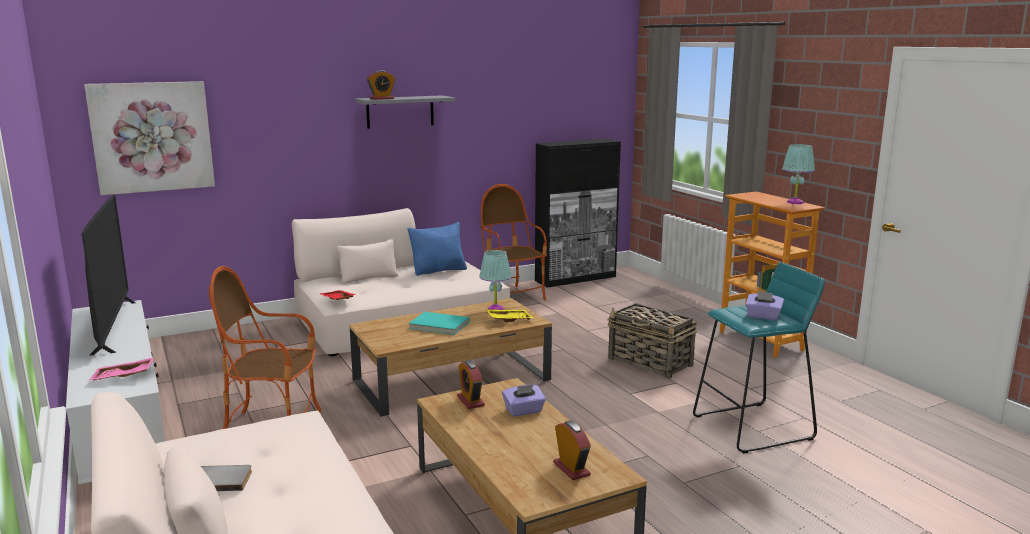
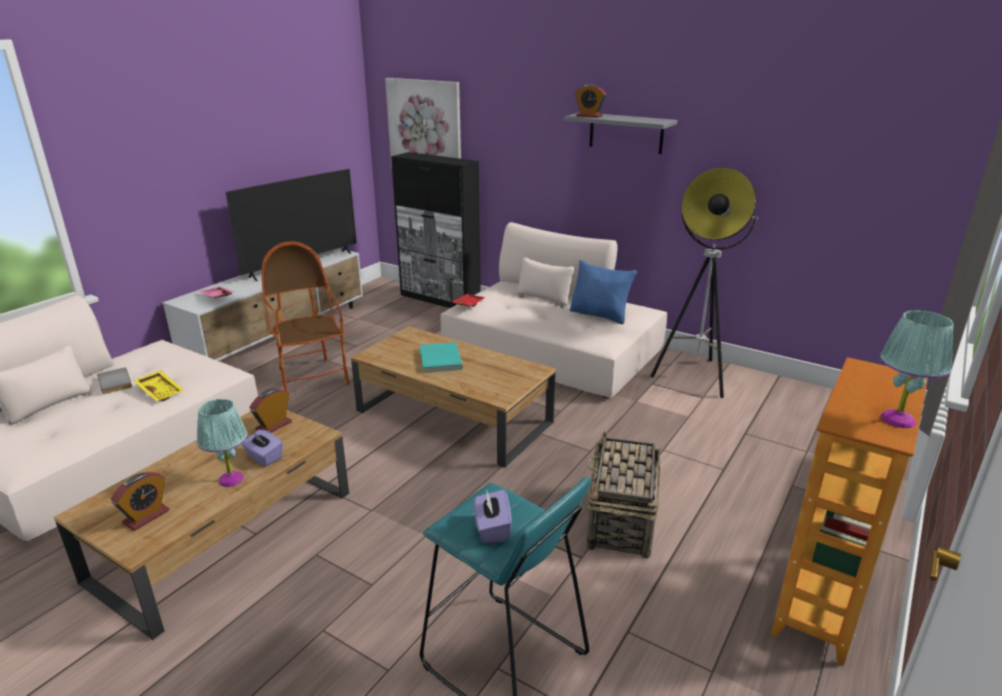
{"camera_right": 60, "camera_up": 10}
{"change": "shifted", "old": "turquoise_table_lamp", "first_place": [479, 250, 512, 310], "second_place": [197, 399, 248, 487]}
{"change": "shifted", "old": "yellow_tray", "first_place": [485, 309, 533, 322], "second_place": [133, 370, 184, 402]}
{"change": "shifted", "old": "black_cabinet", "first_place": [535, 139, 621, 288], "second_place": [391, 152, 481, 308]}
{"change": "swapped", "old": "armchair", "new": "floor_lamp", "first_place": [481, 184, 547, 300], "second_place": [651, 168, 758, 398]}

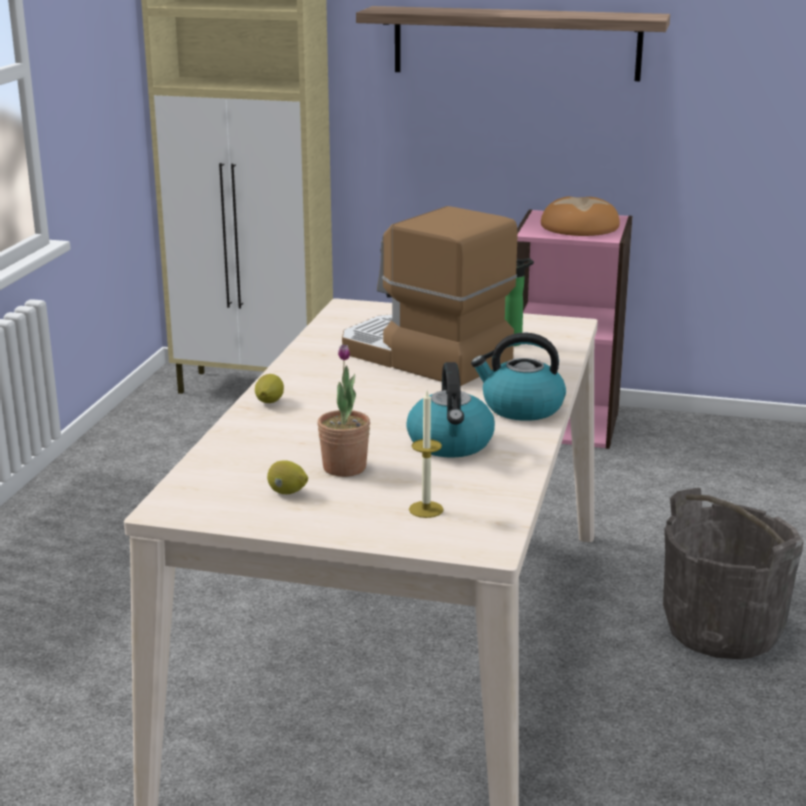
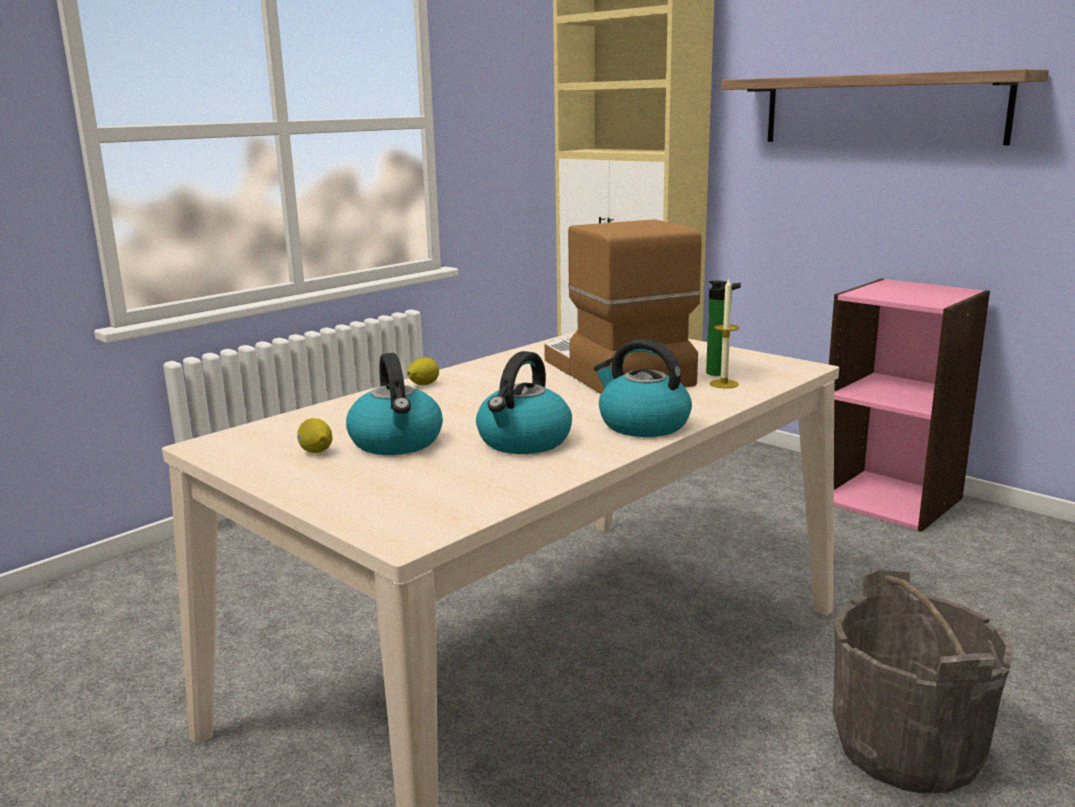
{"camera_right": 30, "camera_up": -5}
{"change": "gone", "old": "bread", "first_place": [541, 196, 620, 236]}
{"change": "shifted", "old": "candle", "first_place": [409, 391, 444, 518], "second_place": [709, 277, 739, 388]}
{"change": "swapped", "old": "potted_plant", "new": "kettle", "first_place": [317, 344, 370, 477], "second_place": [346, 353, 443, 455]}

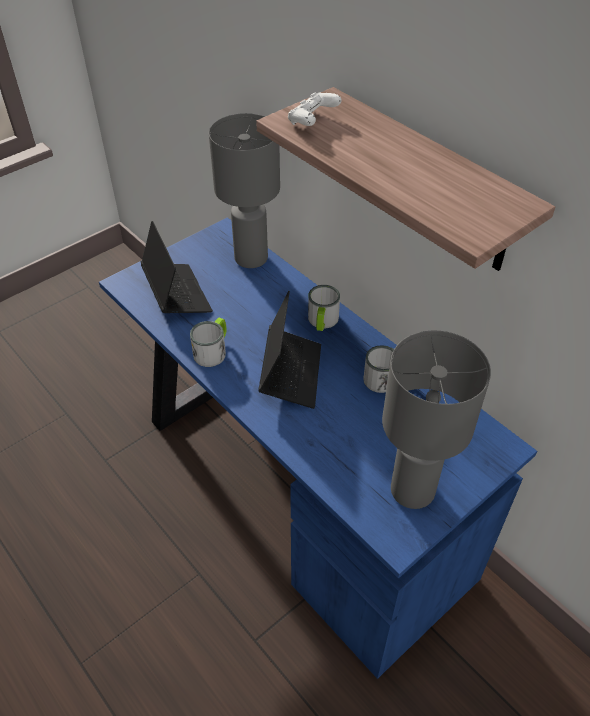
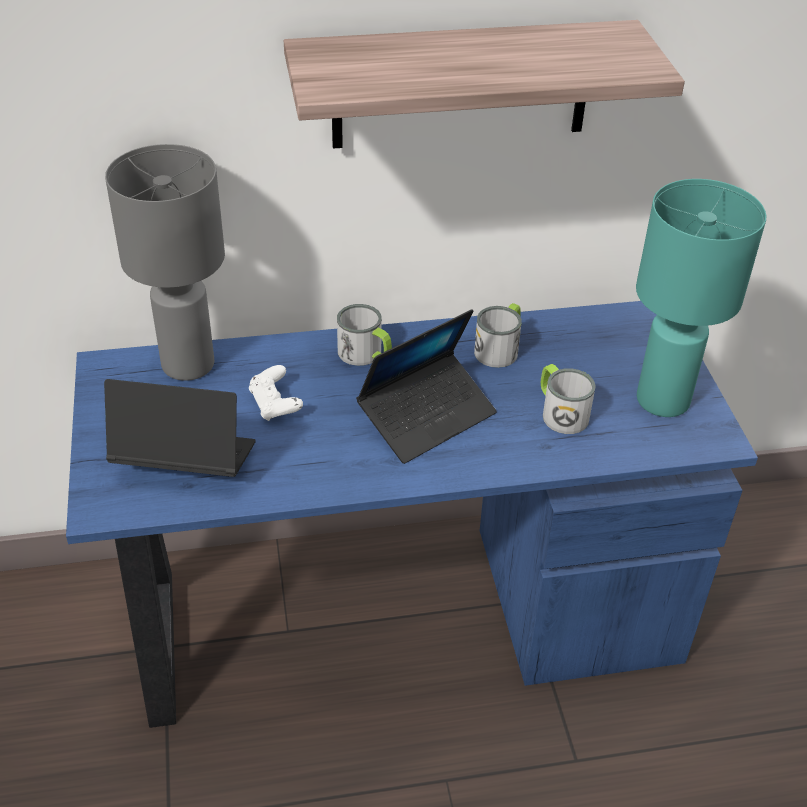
{"camera_right": -60, "camera_up": -5}
{"change": "shifted", "old": "mug", "first_place": [190, 318, 227, 367], "second_place": [541, 364, 596, 434]}
{"change": "shifted", "old": "white_game_controller", "first_place": [288, 92, 342, 126], "second_place": [249, 365, 303, 421]}
{"change": "repainted", "old": "grey_table_lamp", "new": "turquoise_table_lamp", "first_place": [382, 330, 491, 509], "second_place": [636, 179, 767, 417]}
{"change": "rotated", "old": "laptop", "first_place": [258, 291, 321, 409], "second_place": [356, 309, 497, 464], "degrees": 105}

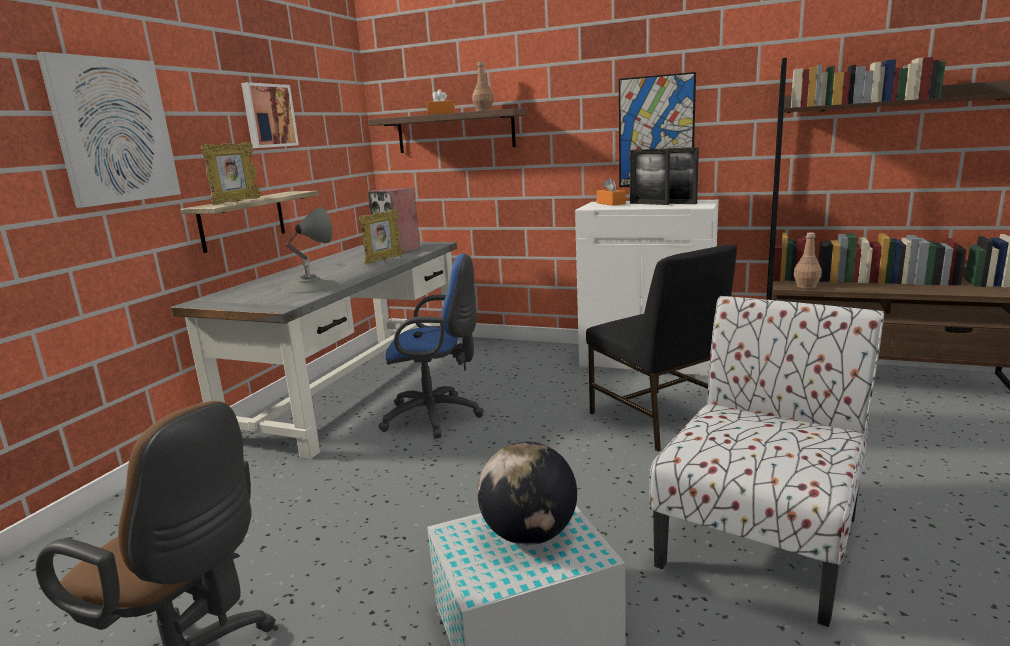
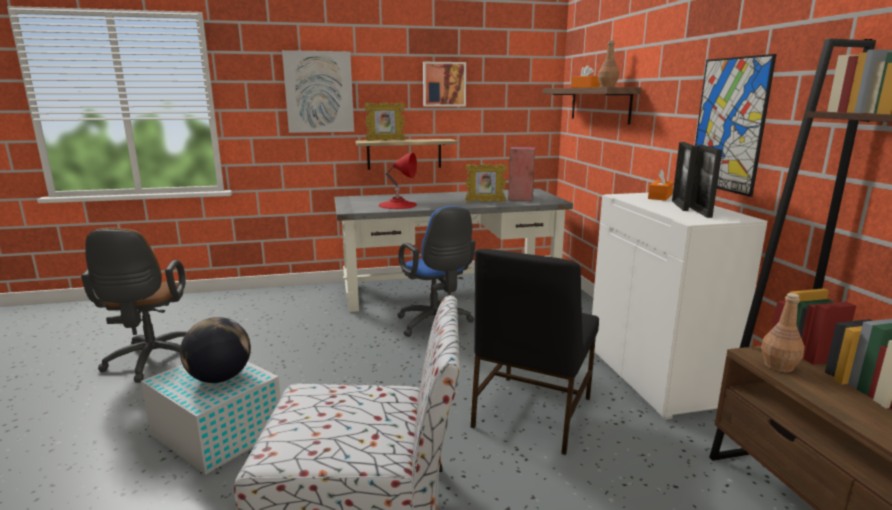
{"camera_right": 55, "camera_up": 0}
{"change": "repainted", "old": "grey_table_lamp", "new": "red_table_lamp", "first_place": [281, 207, 338, 294], "second_place": [378, 153, 417, 209]}

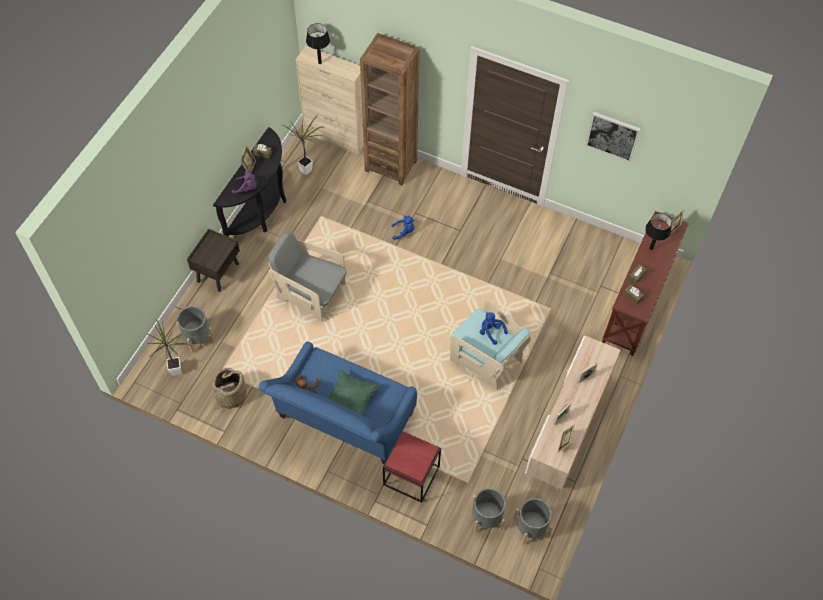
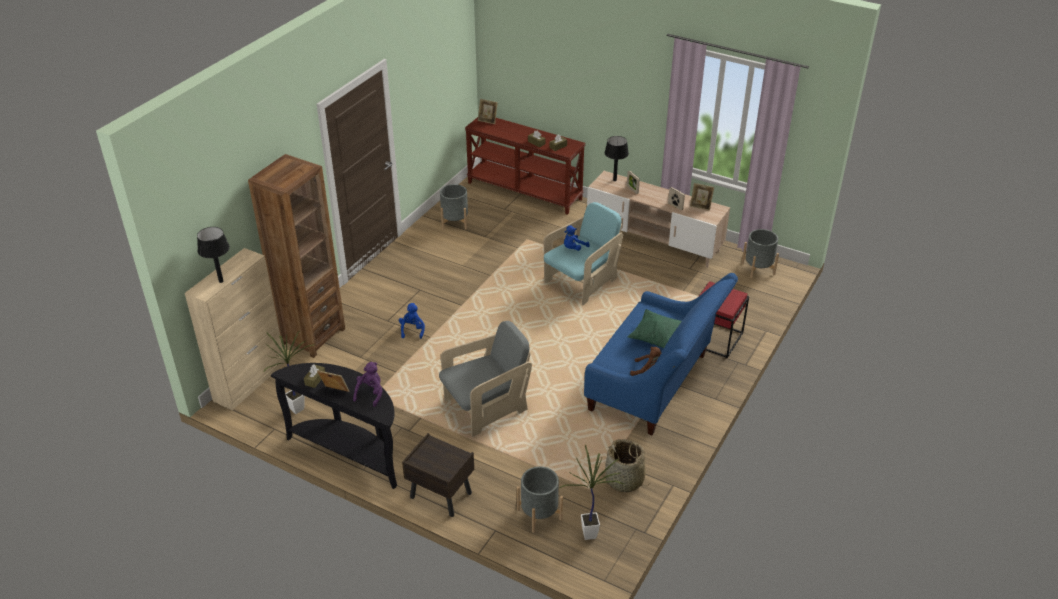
{"camera_right": -85, "camera_up": -20}
{"change": "gone", "old": "picture", "first_place": [585, 112, 641, 162]}
{"change": "shifted", "old": "grey_planter", "first_place": [471, 488, 506, 532], "second_place": [440, 184, 468, 230]}
{"change": "shifted", "old": "black_table_lamp", "first_place": [645, 213, 671, 250], "second_place": [604, 136, 629, 181]}
{"change": "rotated", "old": "grey_armchair", "first_place": [269, 232, 346, 322], "second_place": [439, 321, 532, 437], "degrees": -150}

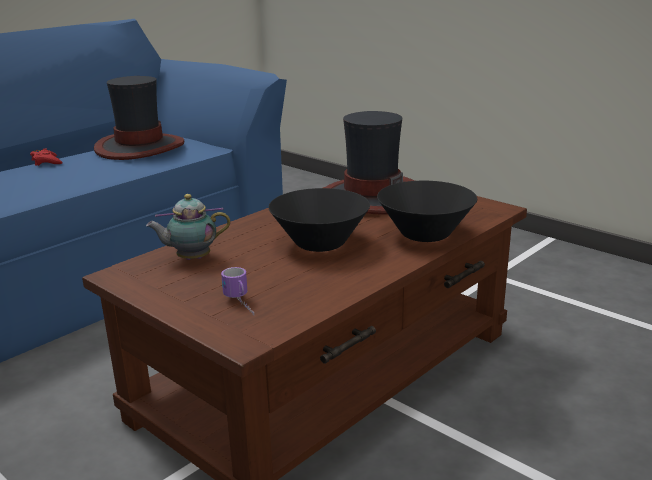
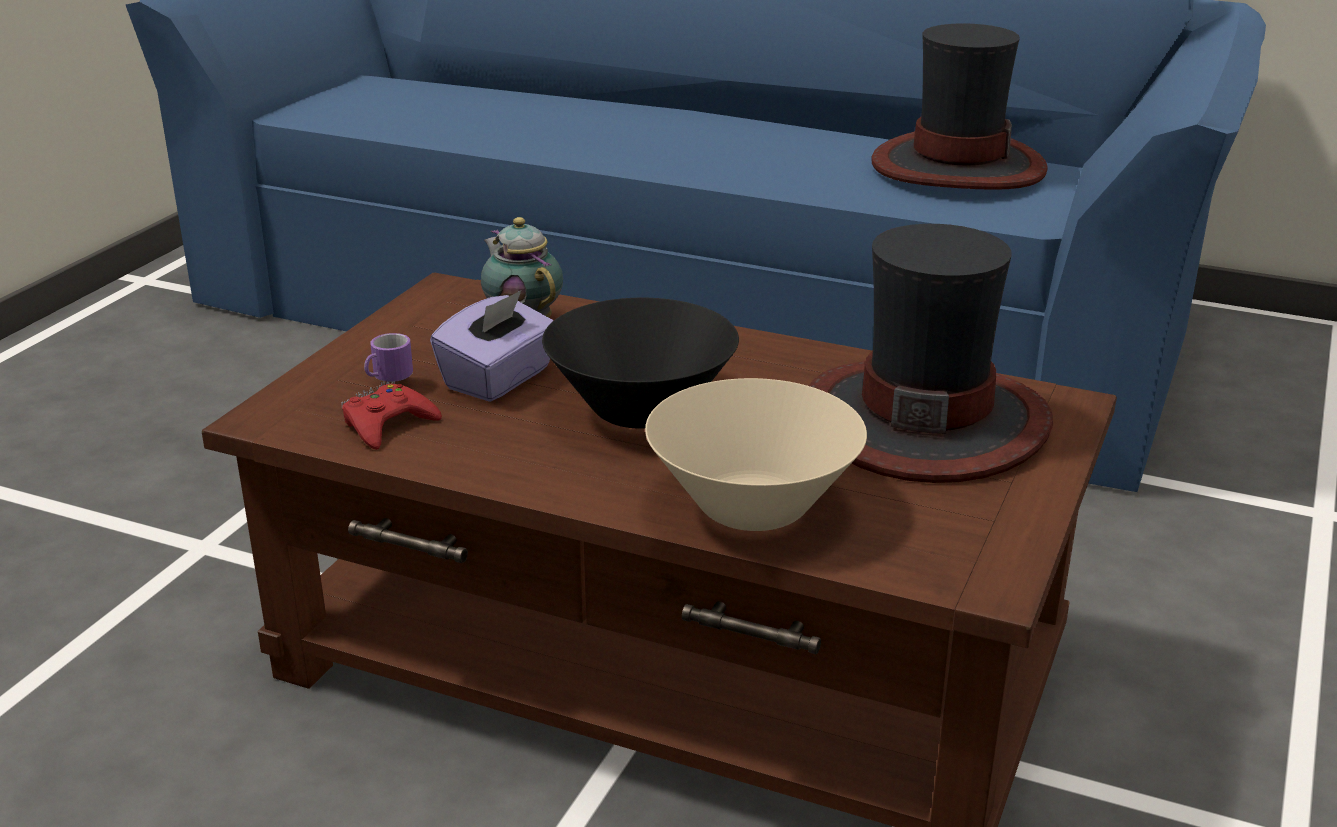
{"camera_right": 70, "camera_up": 5}
{"change": "new", "new": "purple_tissue_box", "second_place": [430, 290, 554, 402]}
{"change": "shifted", "old": "red_game_controller", "first_place": [30, 148, 63, 166], "second_place": [342, 384, 442, 450]}
{"change": "repainted", "old": "black_bowl", "new": "beige_bowl", "first_place": [377, 181, 477, 242], "second_place": [645, 378, 867, 531]}

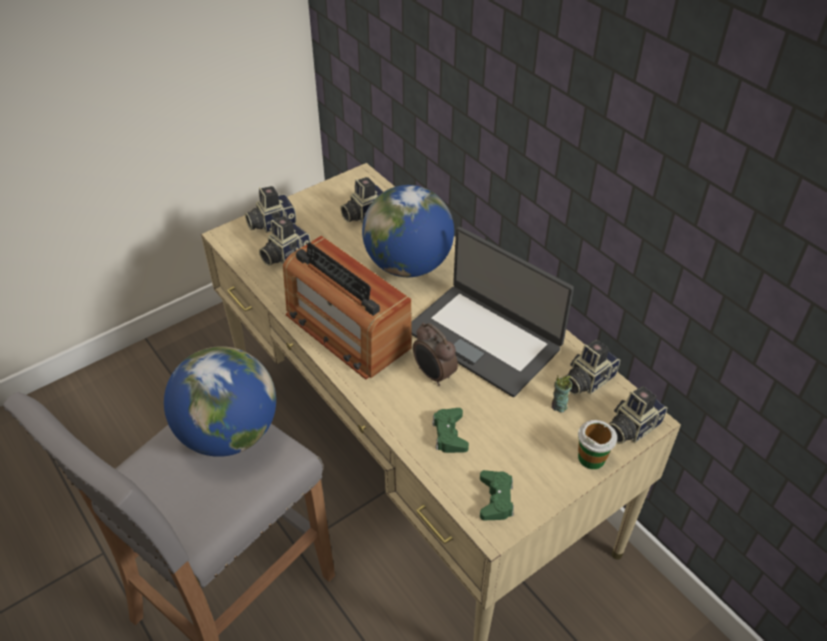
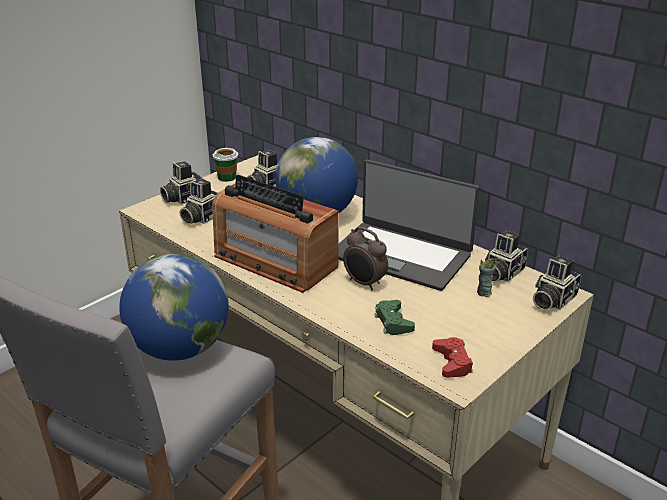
{"camera_right": -10, "camera_up": -15}
{"change": "shifted", "old": "cup", "first_place": [578, 420, 617, 469], "second_place": [213, 148, 238, 182]}
{"change": "repainted", "old": "green_game_controller", "new": "red_game_controller", "first_place": [480, 470, 514, 520], "second_place": [432, 337, 473, 378]}

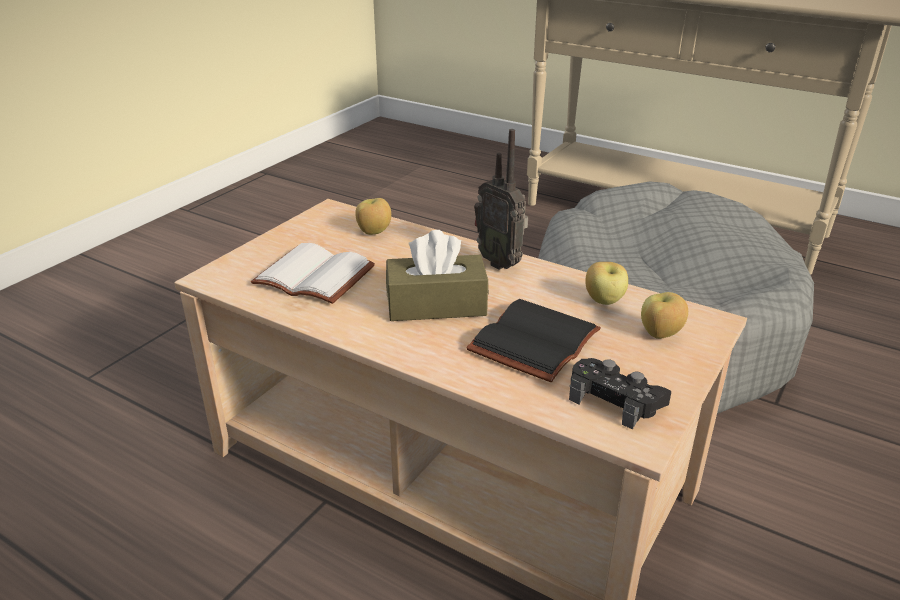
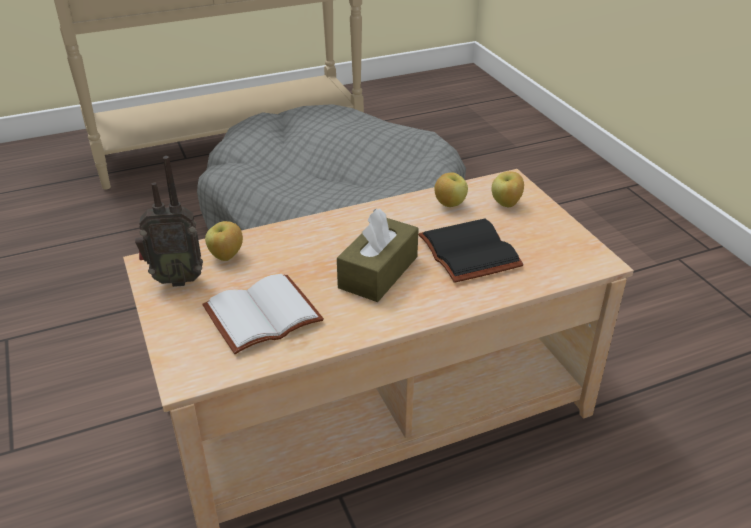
{"camera_right": -55, "camera_up": 5}
{"change": "gone", "old": "black_game_controller", "first_place": [569, 358, 671, 430]}
{"change": "shifted", "old": "radio", "first_place": [474, 129, 528, 270], "second_place": [135, 156, 203, 287]}

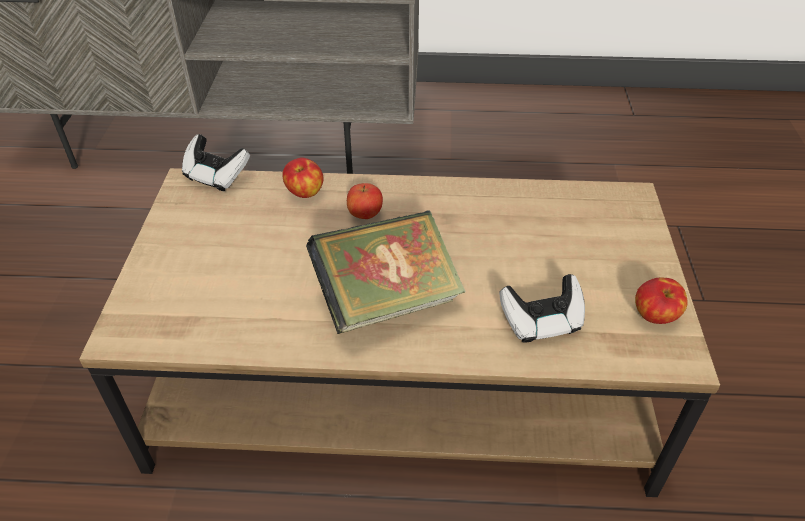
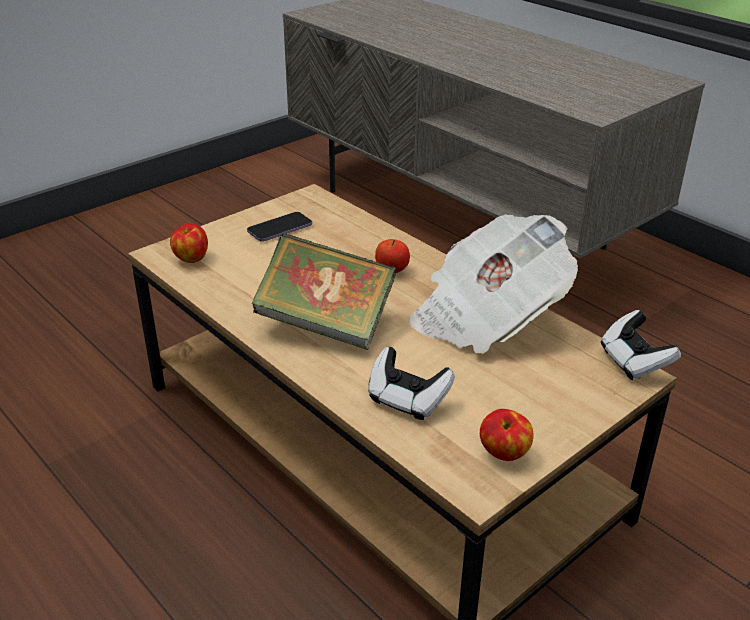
{"camera_right": 45, "camera_up": -10}
{"change": "new", "new": "phone", "second_place": [247, 212, 312, 242]}
{"change": "new", "new": "newspaper", "second_place": [409, 214, 578, 354]}
{"change": "shifted", "old": "game_controller", "first_place": [182, 134, 250, 191], "second_place": [600, 310, 681, 380]}
{"change": "shifted", "old": "apple", "first_place": [282, 157, 324, 198], "second_place": [170, 224, 208, 263]}

